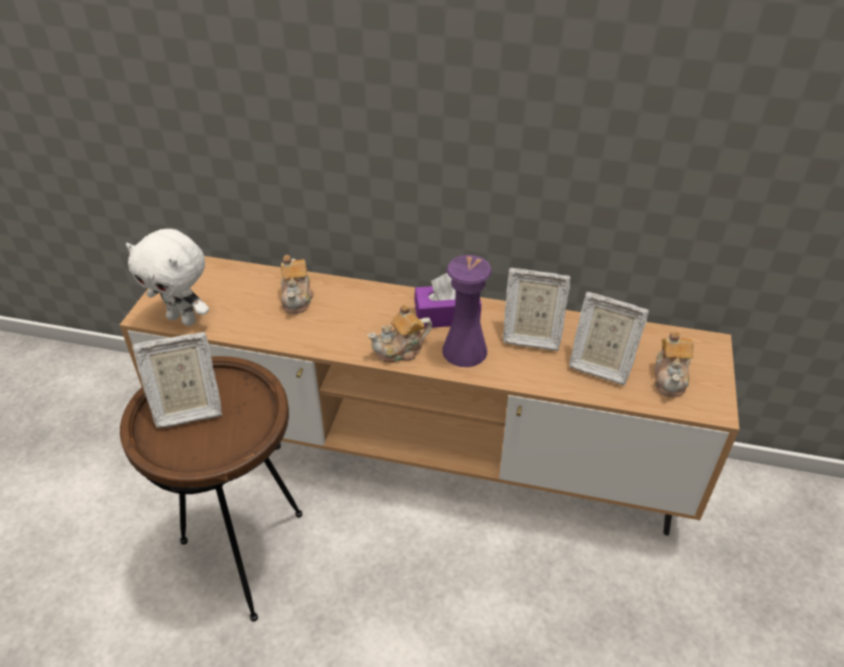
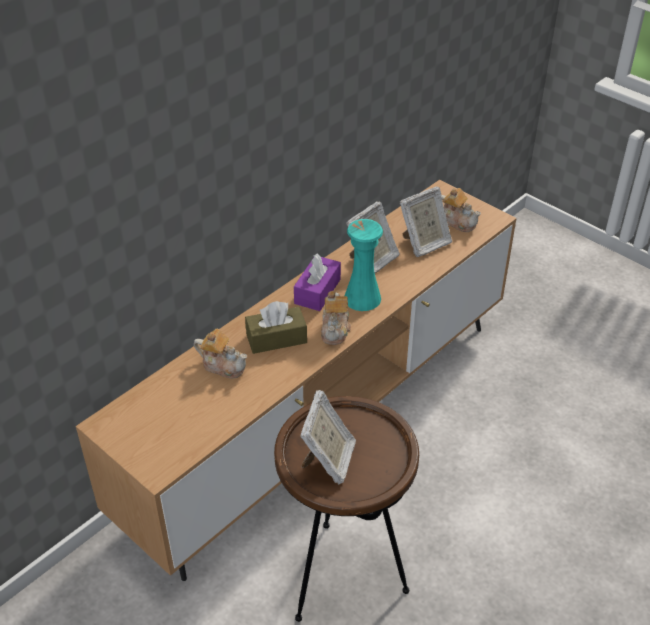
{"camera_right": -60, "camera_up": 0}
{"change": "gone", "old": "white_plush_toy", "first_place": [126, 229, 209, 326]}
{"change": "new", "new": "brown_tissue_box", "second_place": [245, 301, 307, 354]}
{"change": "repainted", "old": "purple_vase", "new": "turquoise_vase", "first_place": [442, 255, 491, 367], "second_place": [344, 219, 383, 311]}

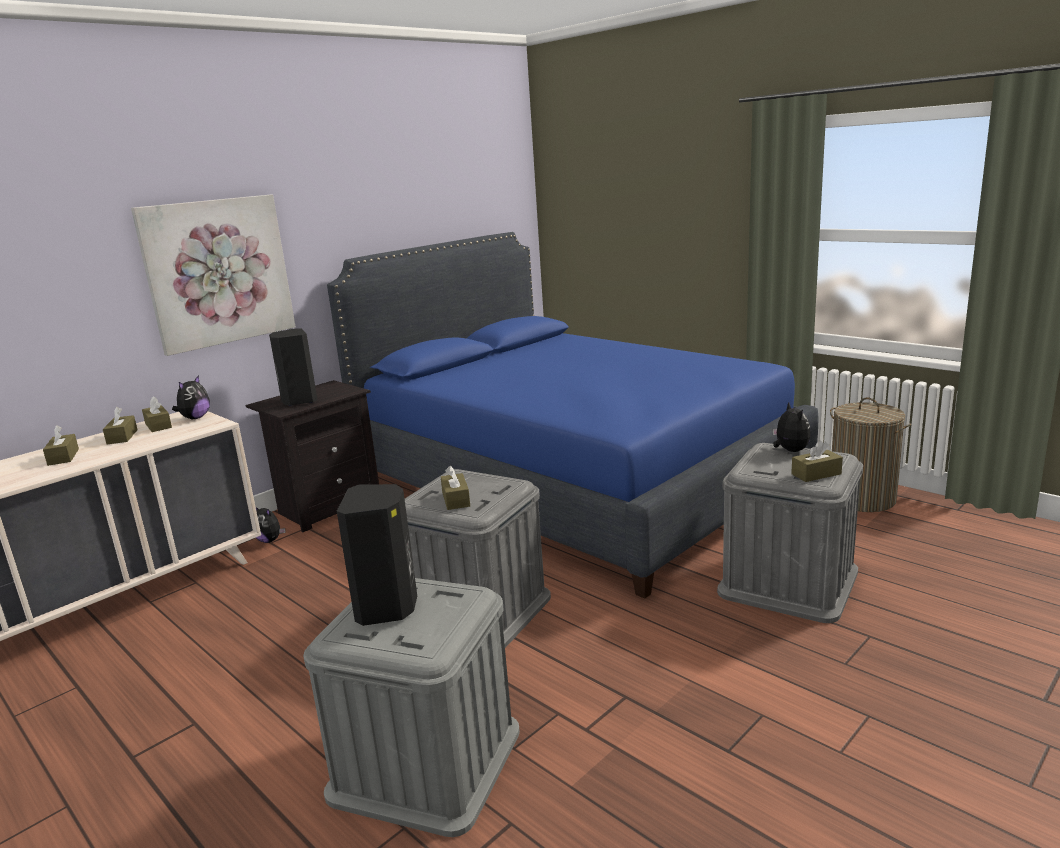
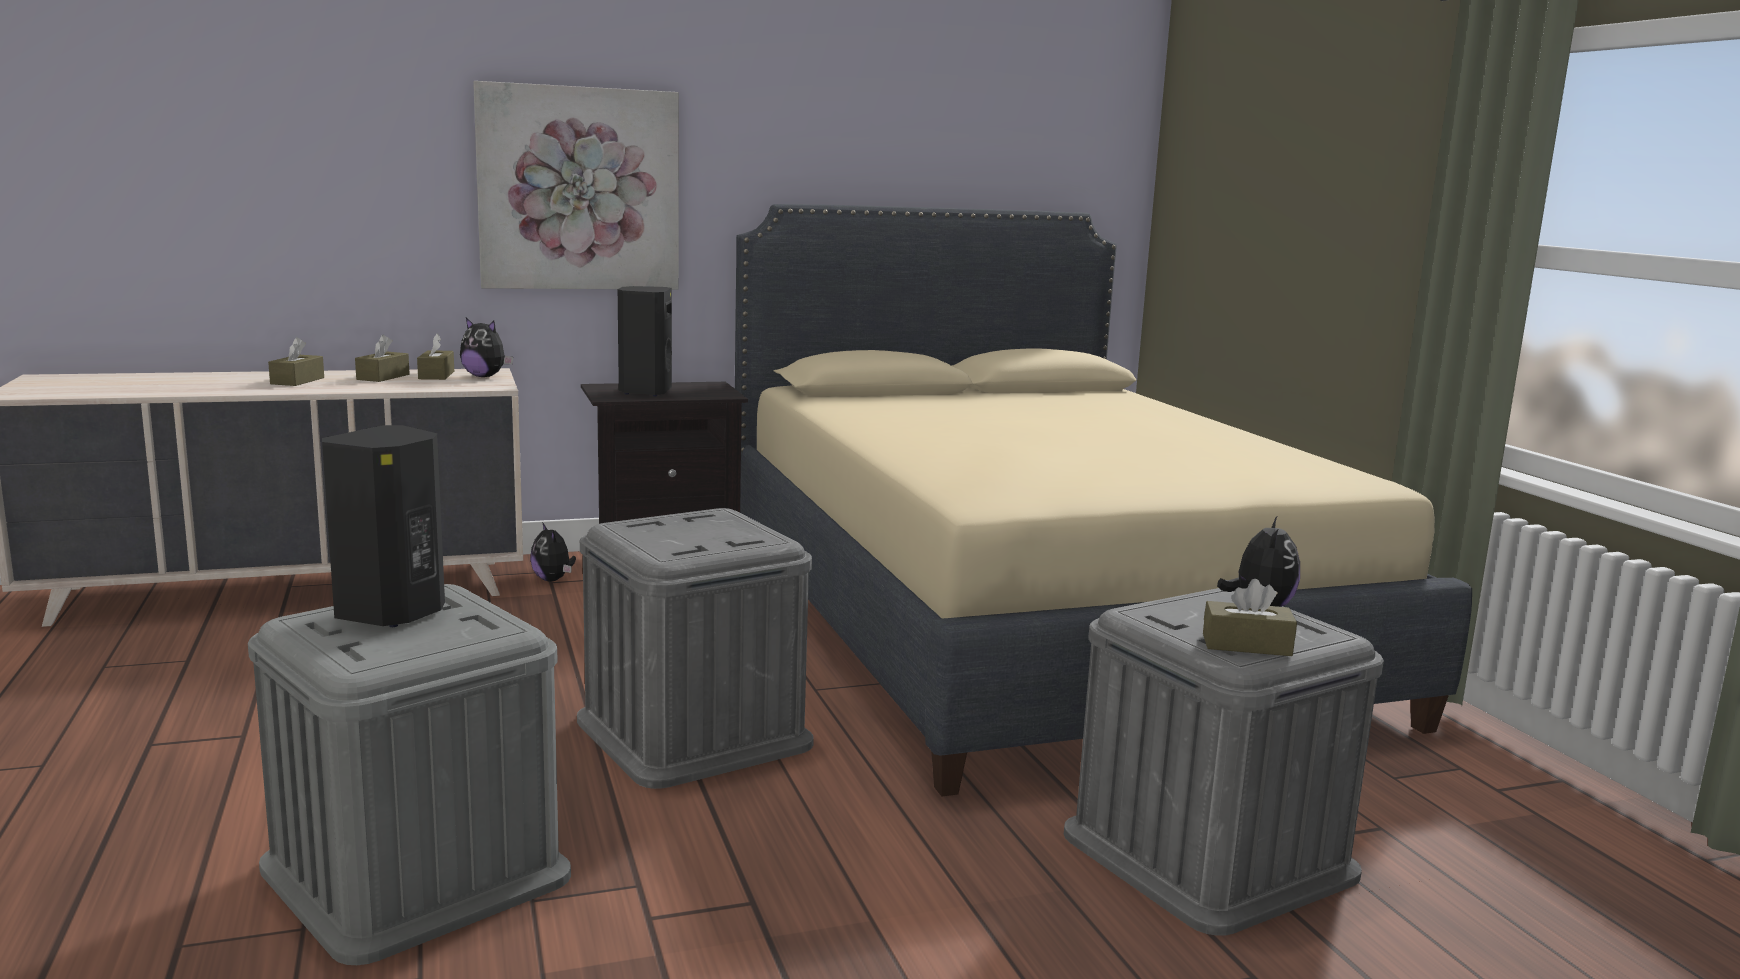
{"camera_right": 25, "camera_up": -5}
{"change": "gone", "old": "brown_tissue_box", "first_place": [441, 466, 470, 510]}
{"change": "gone", "old": "laundry_basket", "first_place": [830, 397, 911, 512]}
{"change": "repainted", "old": "blue_bed", "new": "beige_bed", "first_place": [327, 232, 818, 599], "second_place": [735, 204, 1472, 797]}
{"change": "rotated", "old": "plush_toy", "first_place": [172, 375, 210, 419], "second_place": [460, 318, 513, 377], "degrees": 60}

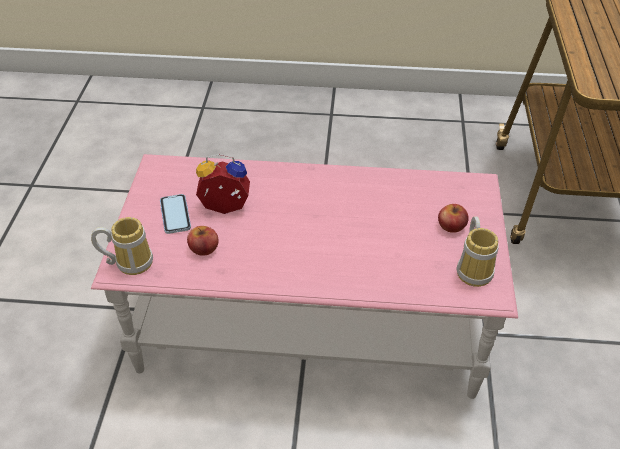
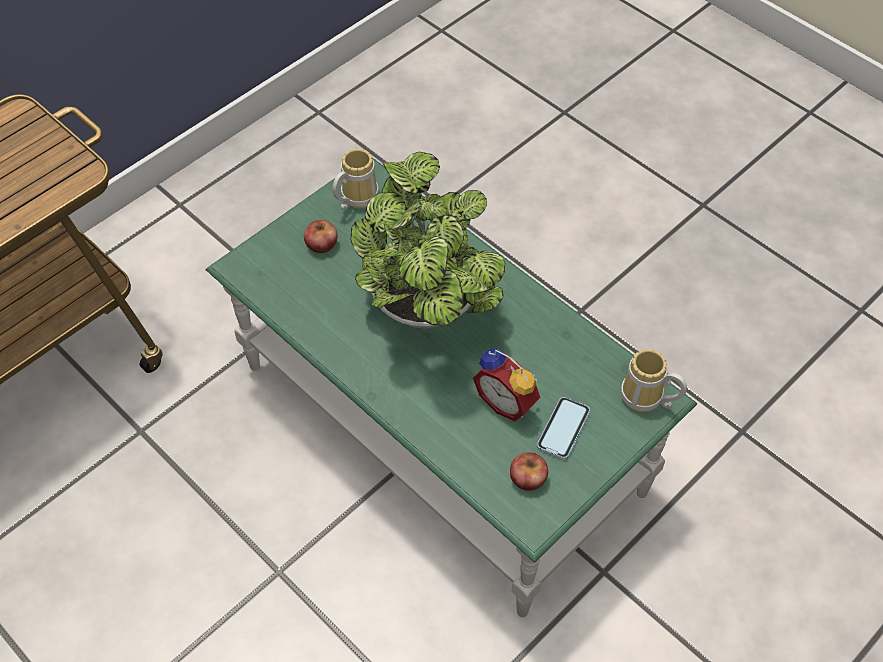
{"camera_right": -140, "camera_up": 10}
{"change": "new", "new": "potted_plant", "second_place": [351, 152, 505, 329]}
{"change": "shifted", "old": "apple", "first_place": [187, 226, 219, 256], "second_place": [510, 452, 548, 491]}
{"change": "repainted", "old": "pink_coffee_table", "new": "green_coffee_table", "first_place": [91, 154, 518, 399], "second_place": [206, 158, 697, 617]}

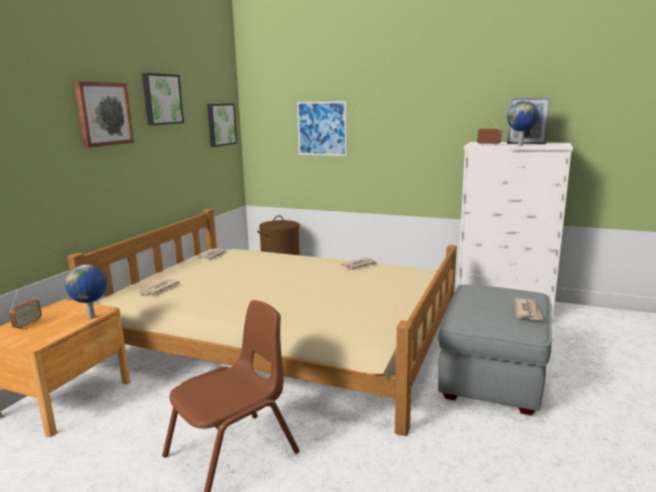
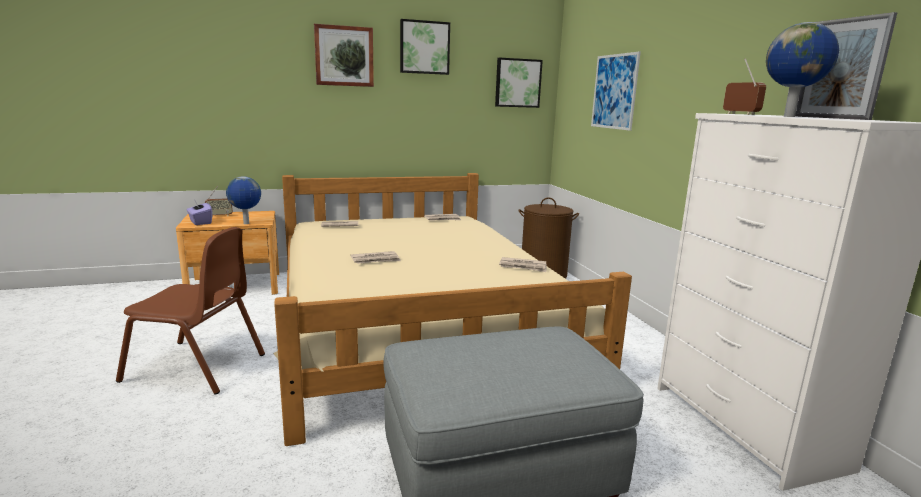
{"camera_right": 50, "camera_up": 0}
{"change": "new", "new": "purple_tissue_box", "second_place": [187, 201, 212, 225]}
{"change": "shifted", "old": "newspaper", "first_place": [514, 298, 543, 320], "second_place": [350, 251, 401, 264]}

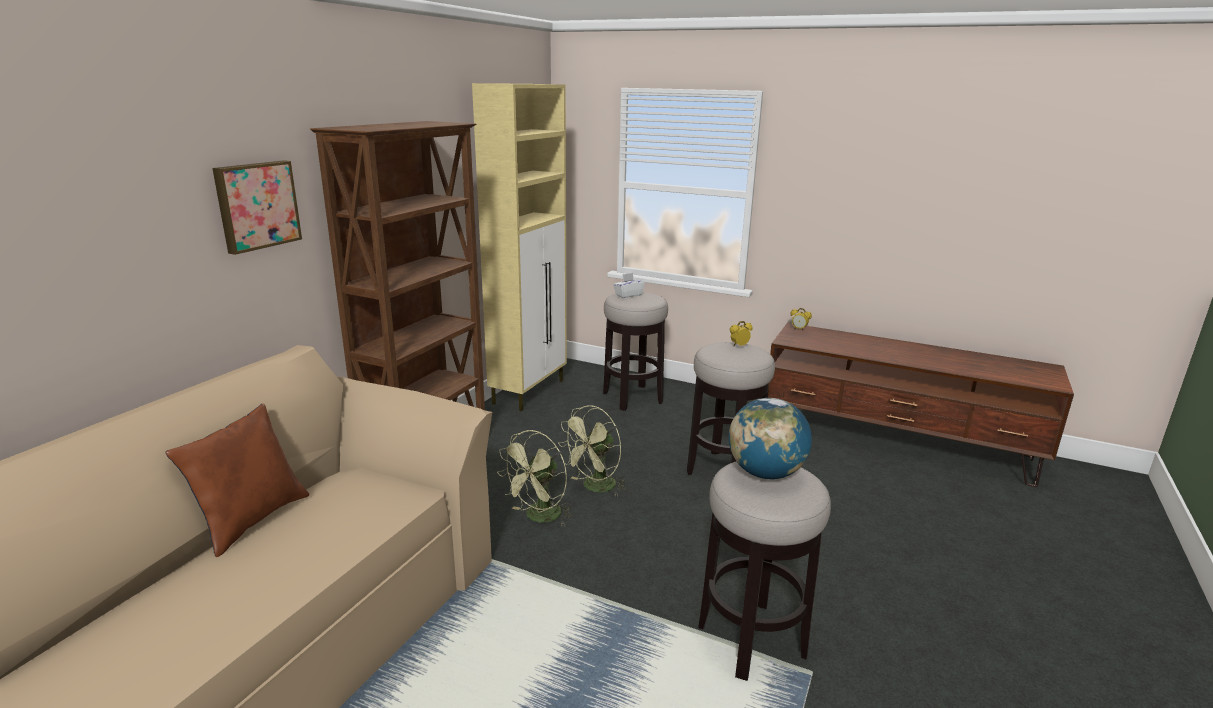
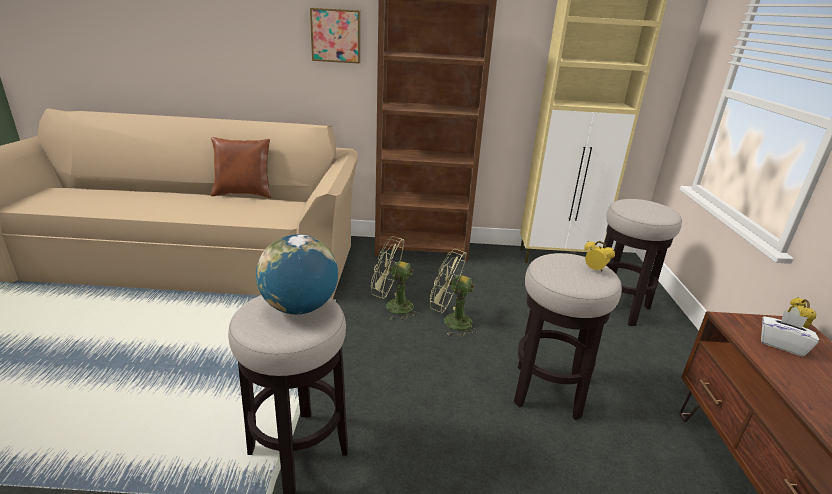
{"camera_right": 65, "camera_up": 5}
{"change": "shifted", "old": "white_tissue_box", "first_place": [613, 273, 645, 298], "second_place": [761, 310, 819, 356]}

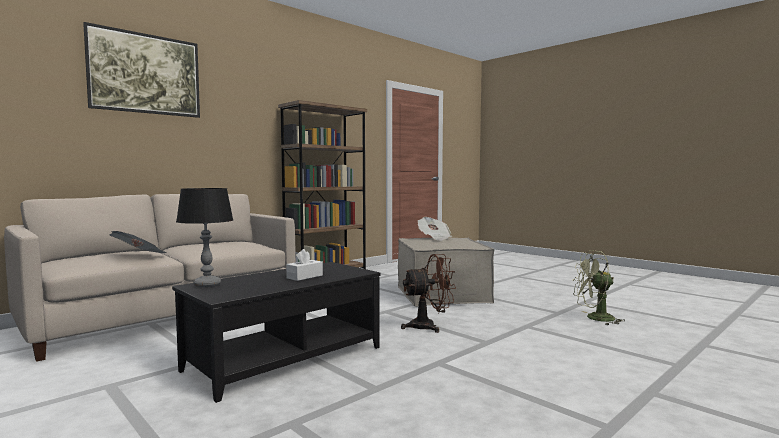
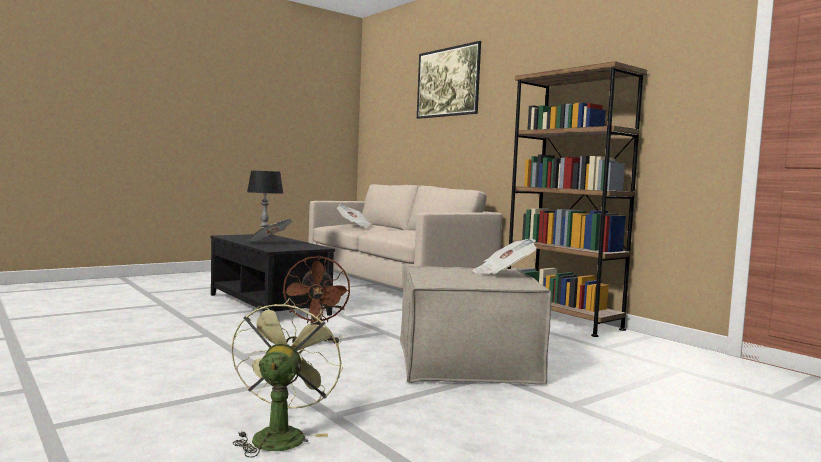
{"camera_right": 95, "camera_up": 0}
{"change": "swapped", "old": "white_tissue_box", "new": "newspaper", "first_place": [286, 249, 323, 281], "second_place": [246, 219, 293, 242]}

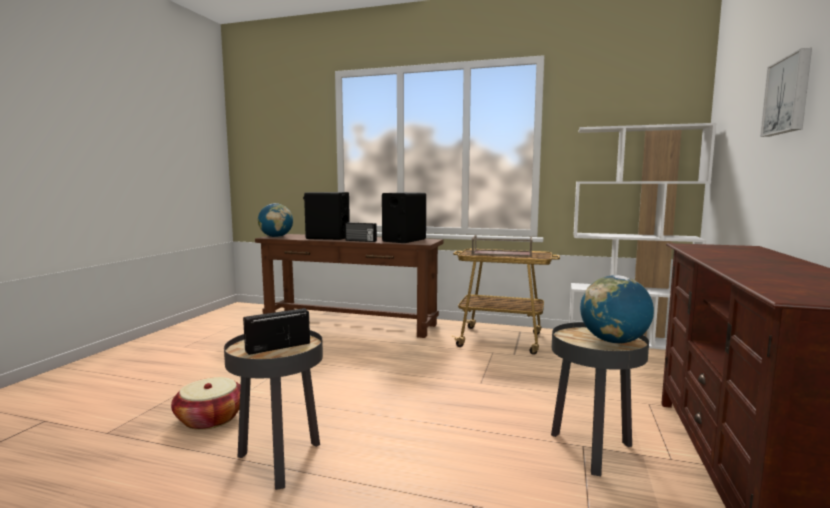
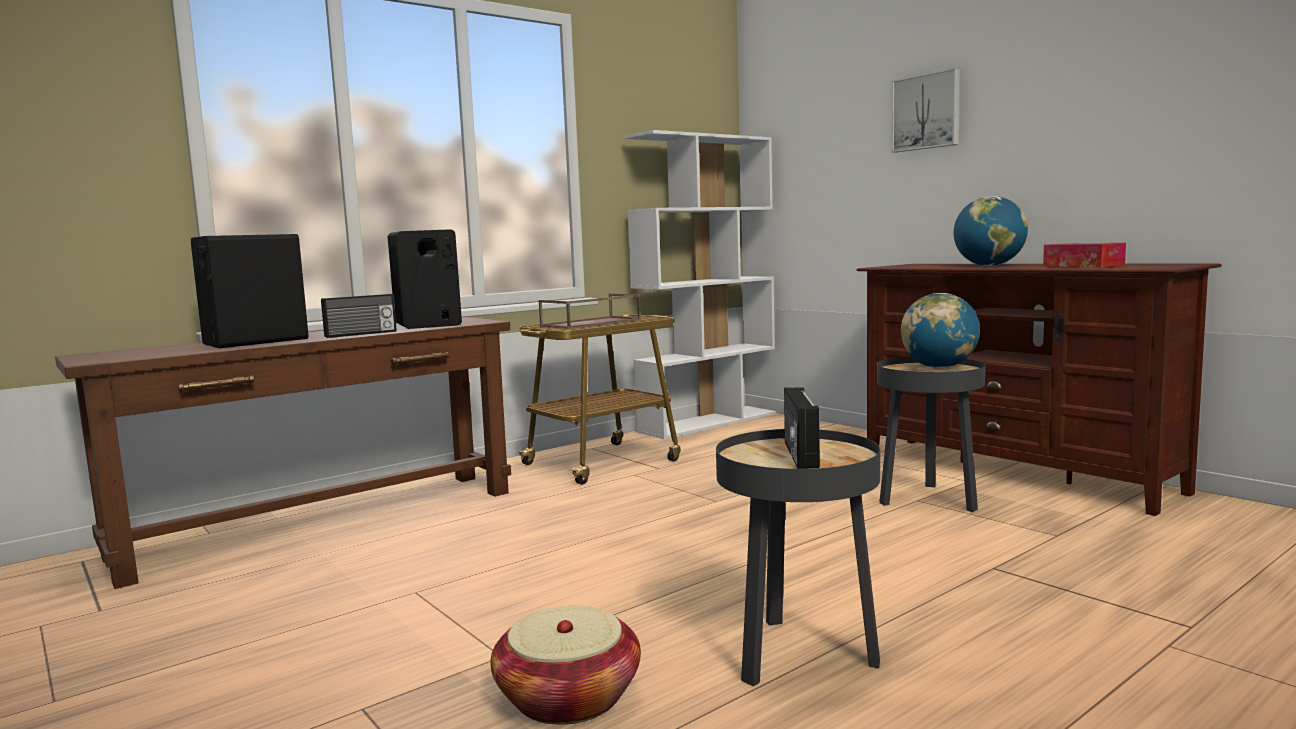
{"camera_right": -55, "camera_up": 0}
{"change": "new", "new": "tissue_box", "second_place": [1043, 243, 1126, 268]}
{"change": "shifted", "old": "globe", "first_place": [258, 203, 293, 237], "second_place": [954, 196, 1028, 266]}

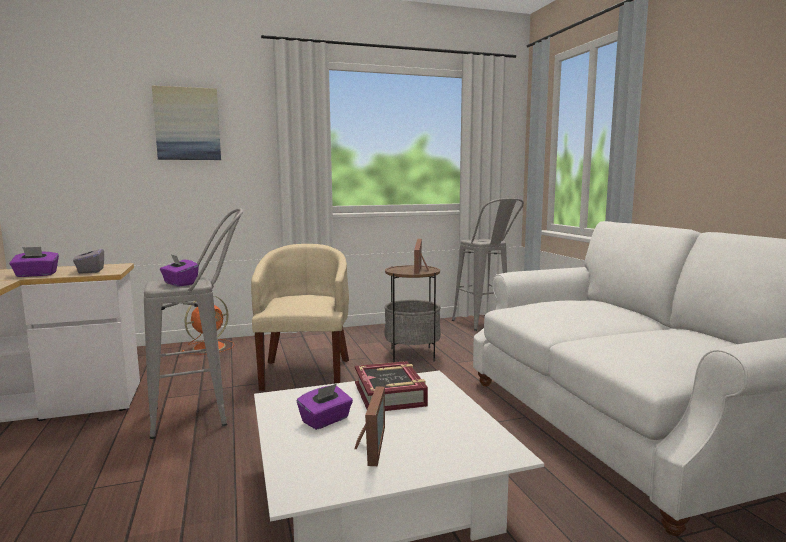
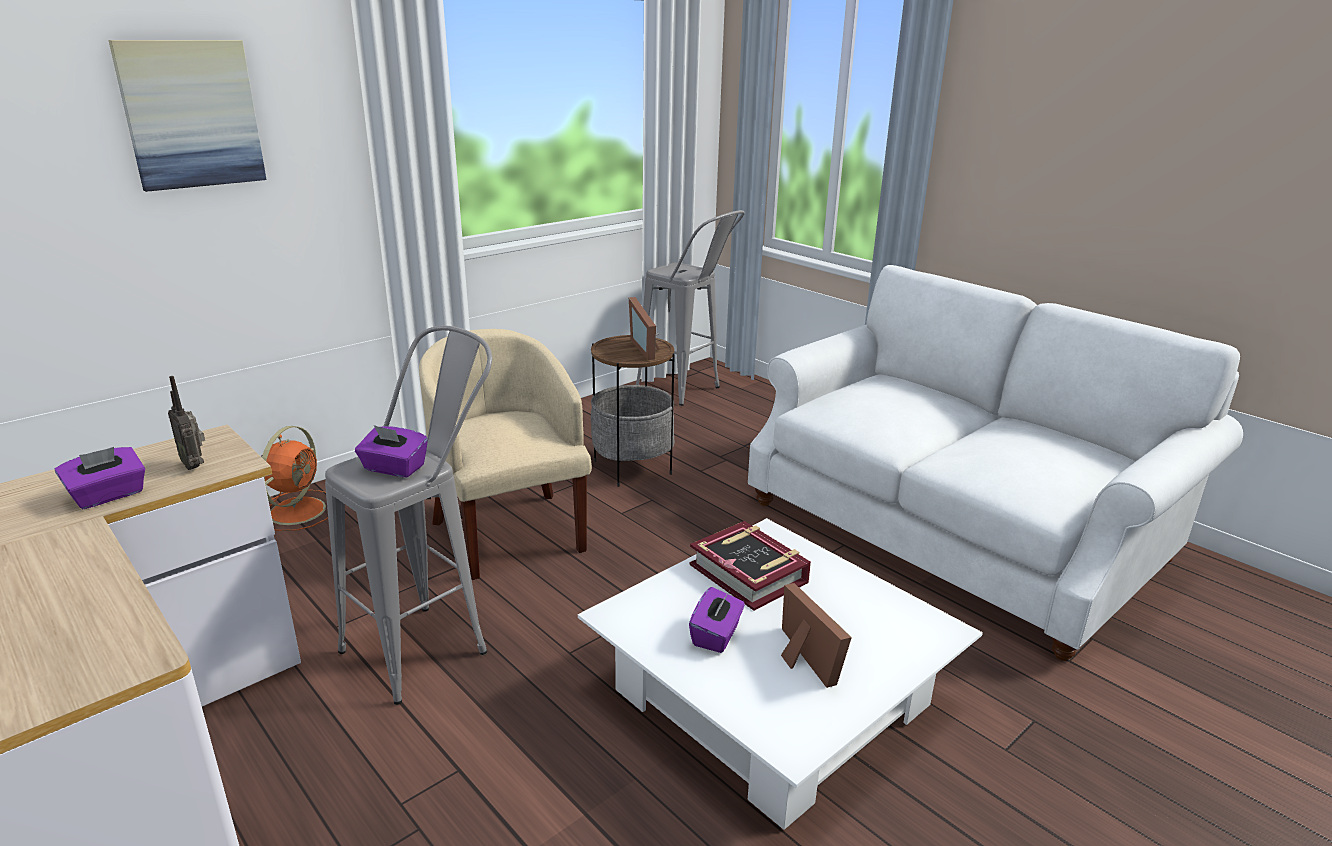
{"camera_right": -25, "camera_up": 15}
{"change": "swapped", "old": "grey_tissue_box", "new": "radio", "first_place": [73, 243, 104, 274], "second_place": [168, 376, 205, 470]}

